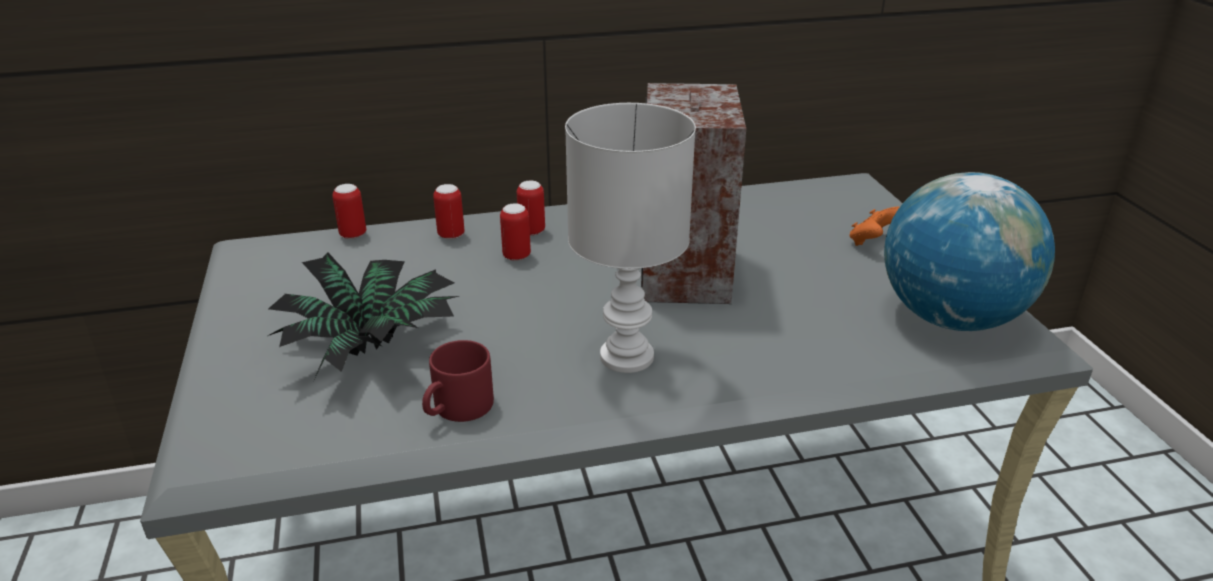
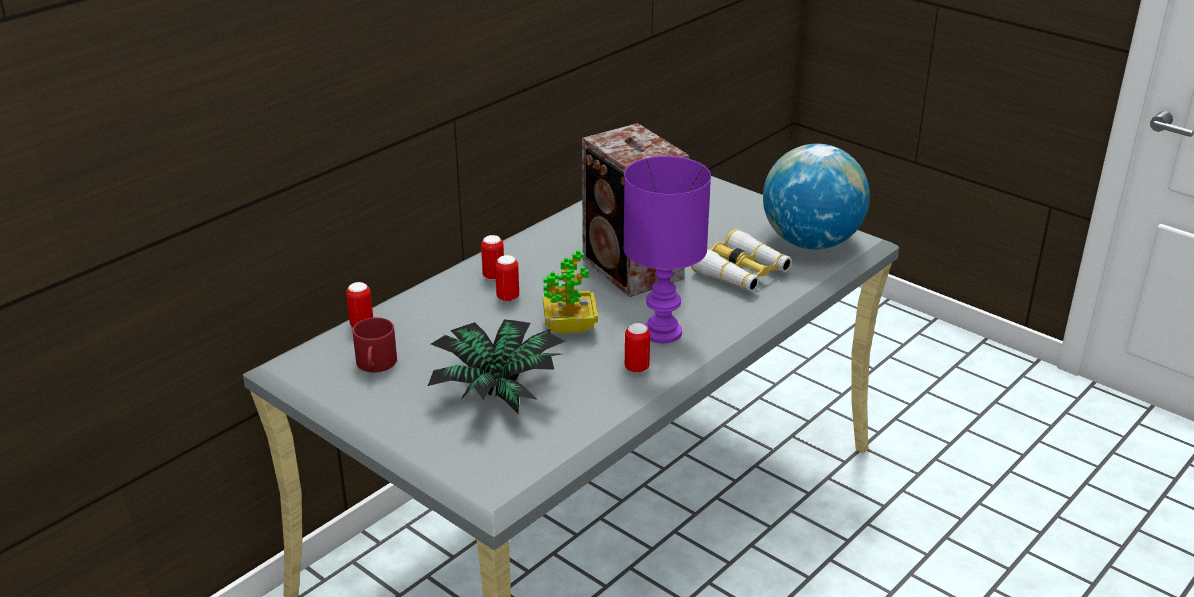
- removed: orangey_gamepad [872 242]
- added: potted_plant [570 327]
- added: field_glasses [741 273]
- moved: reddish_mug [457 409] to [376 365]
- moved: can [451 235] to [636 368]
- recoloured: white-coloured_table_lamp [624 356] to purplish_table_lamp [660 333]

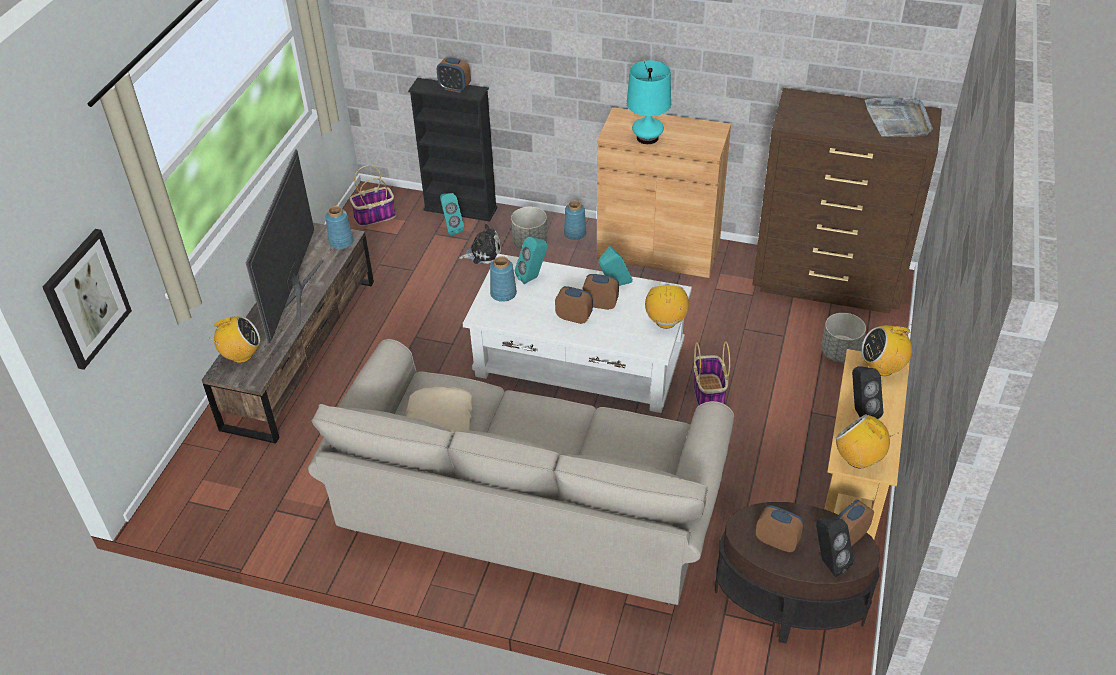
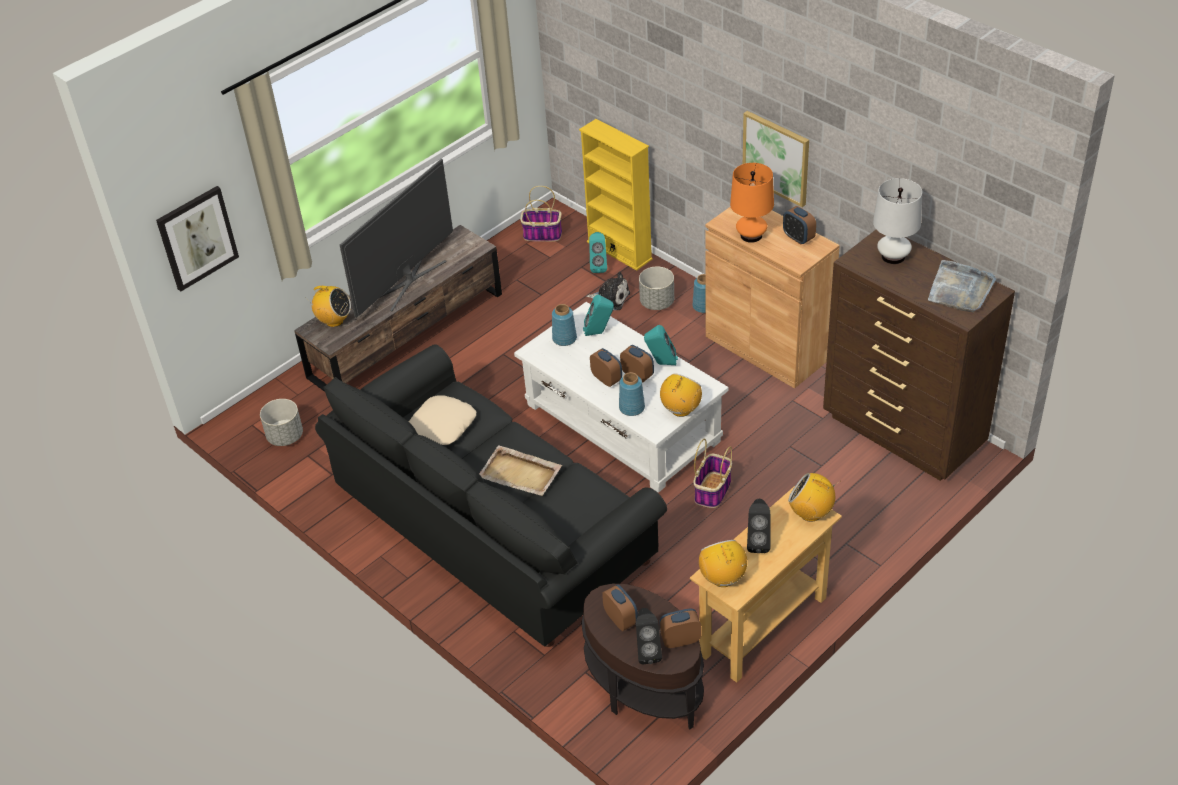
- added: sand-coloured_carrying_tray [520 473]
- added: picture [776 157]
- added: white-coloured_table_lamp [893 256]
- moved: bluish_vase [341 242] to [632 408]
- moved: table_clock [454 88] to [798 238]
- moved: grey_plant_pot [839 352] to [285 436]
- recoloured: sand-coloured_sofa [529 506] to black-coloured_sofa [495 527]
- recoloured: black-coloured_bookshelf [460 209] to yellow_bookshelf [619 250]
- recoloured: turquoise-coloured_table_lamp [647 138] to orangey_table_lamp [751 235]

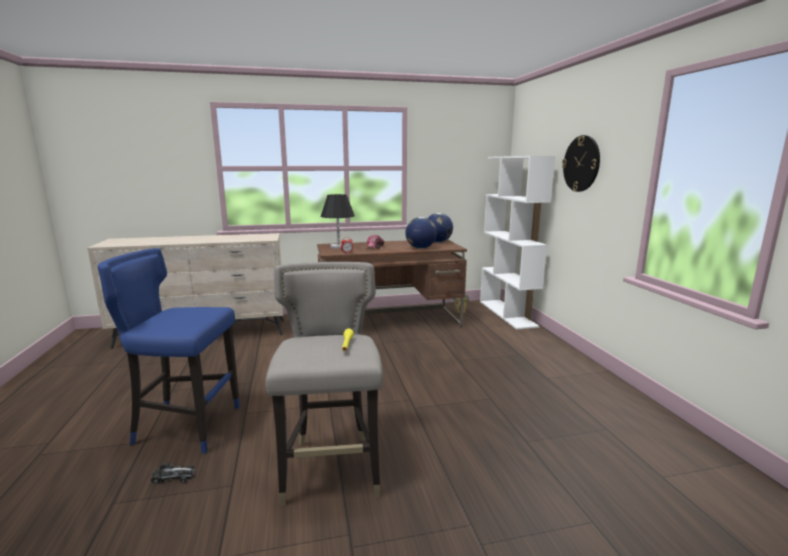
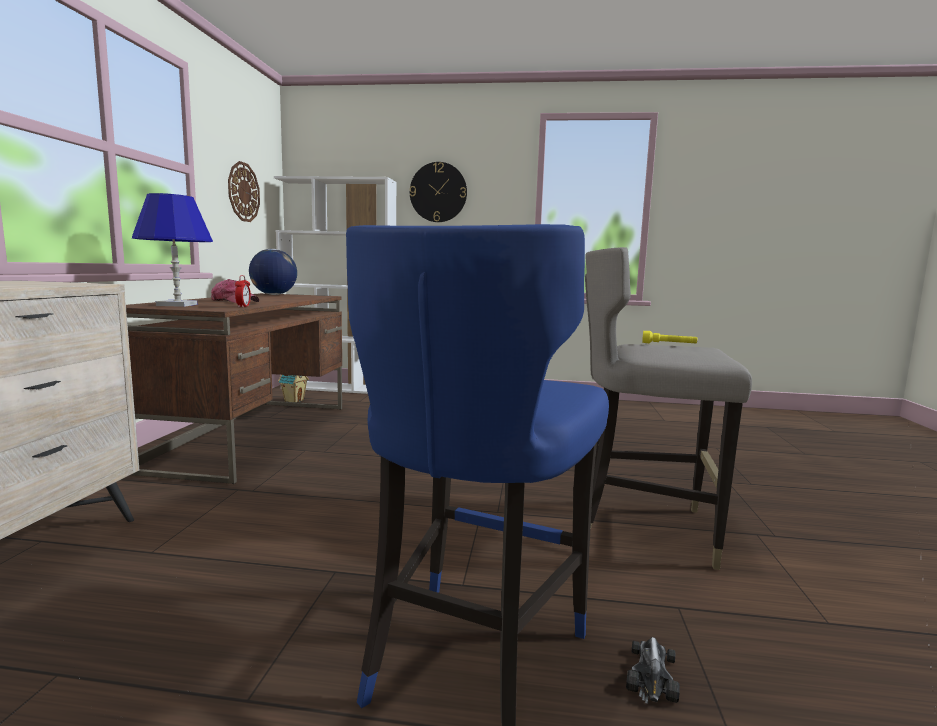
- removed: desk_globe [420 248]
- added: hanging_clock [243 192]
- recoloured: black-coloured_table_lamp [338 247] to bluish_table_lamp [177 305]

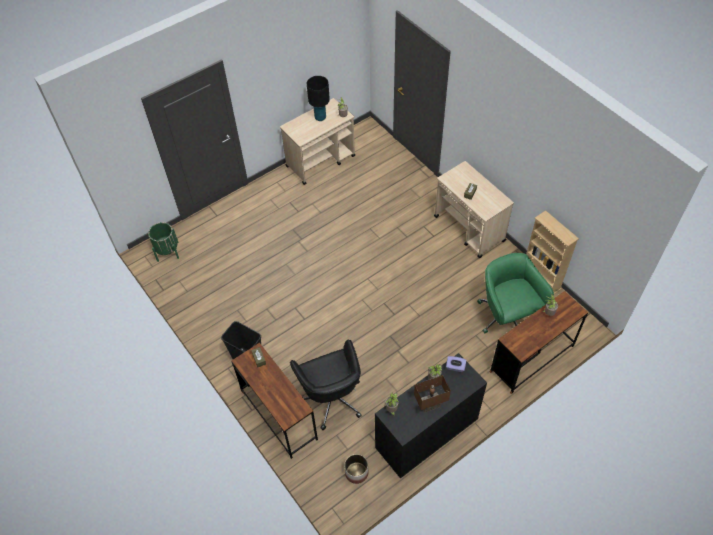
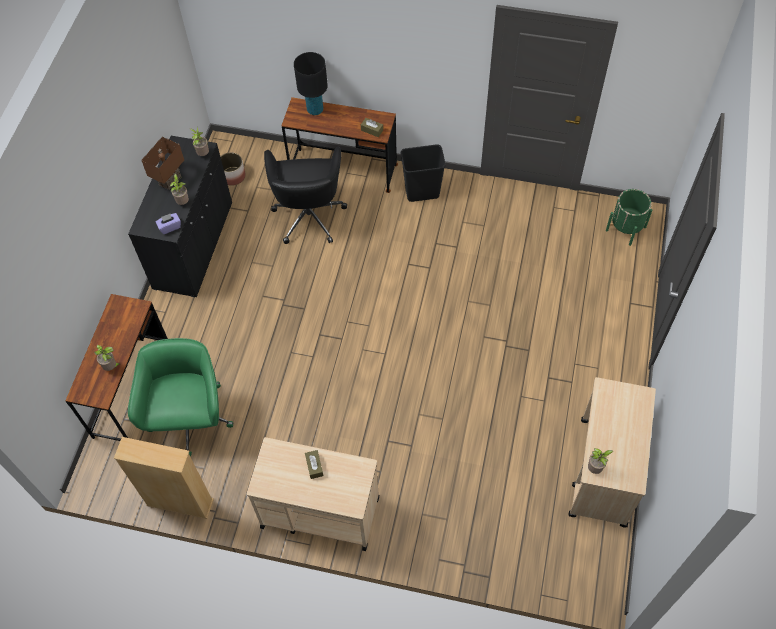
- moved: black-coloured_table_lamp [320 117] to [315 110]
- turned: black-coloured_office_chair [331 398] = [309 215] 120 degrees counterclockwise
- turned: green_office_chair [506 317] = [191 420] 120 degrees counterclockwise

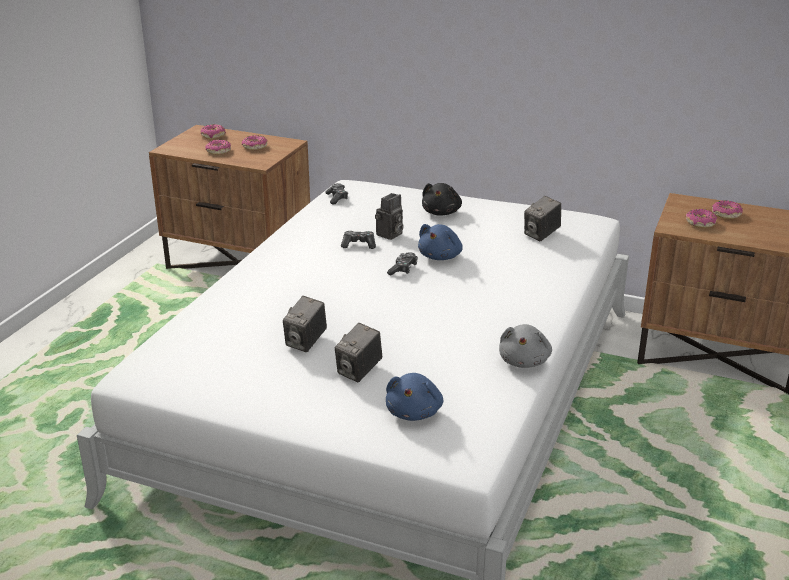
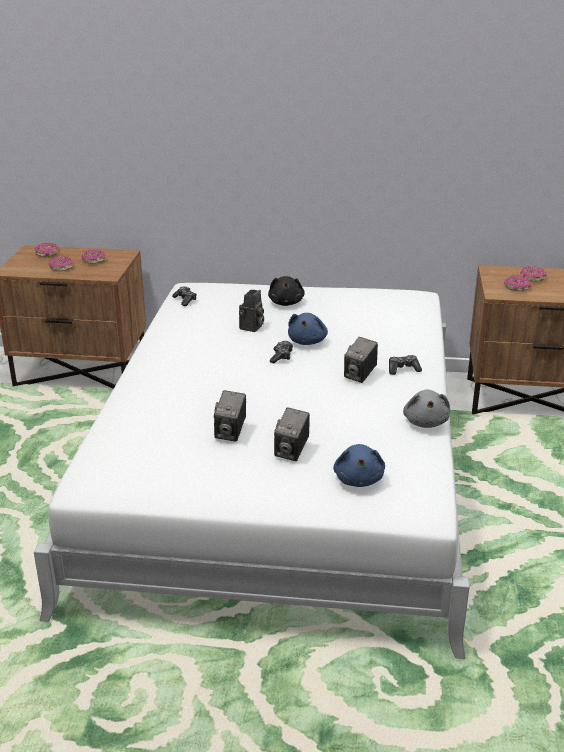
- moved: gamepad [358 244] to [403 369]
- moved: photo_camera [541 235] to [360 375]

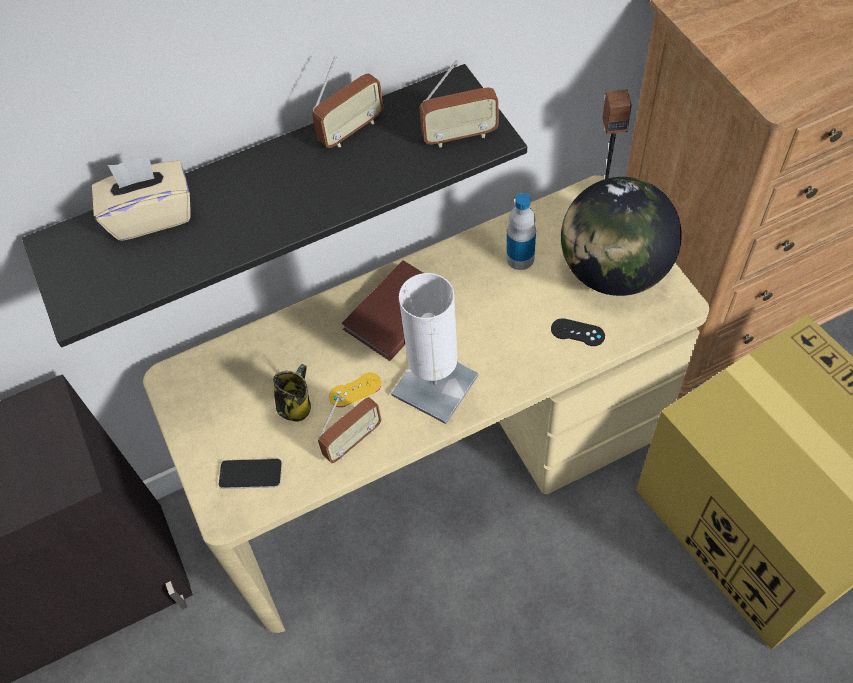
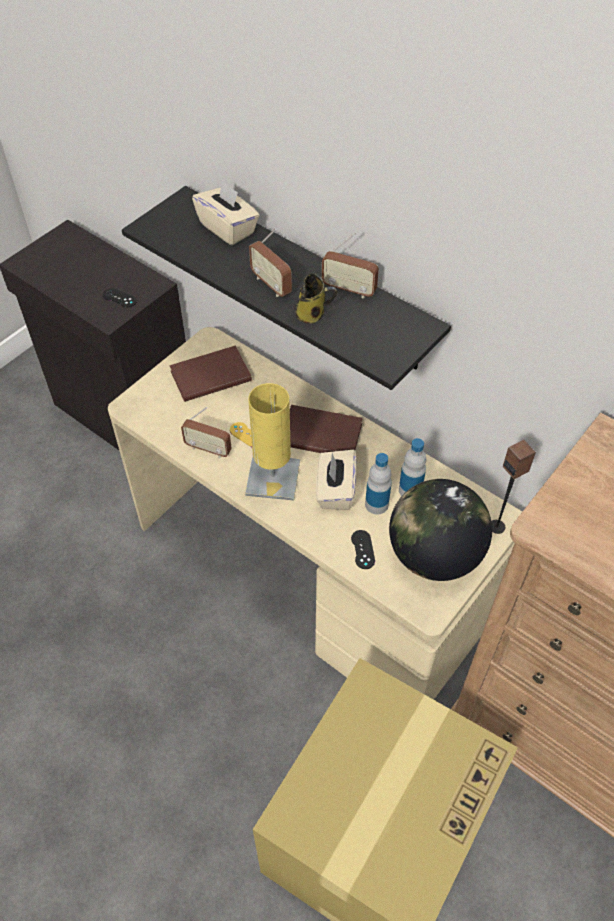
- removed: handset [250 474]
- added: black-coloured_gamepad [119 298]
- added: brown-coloured_volume [209 375]
- added: sand-coloured_tissue_holder [335 490]
- added: beverage_bottle [376 504]
- moved: mug [296 405] to [312 314]
- moved: radio [459 136] to [271 285]
- recoloured: white-coloured_table_lamp [435 385] to yellow_table_lamp [273 478]

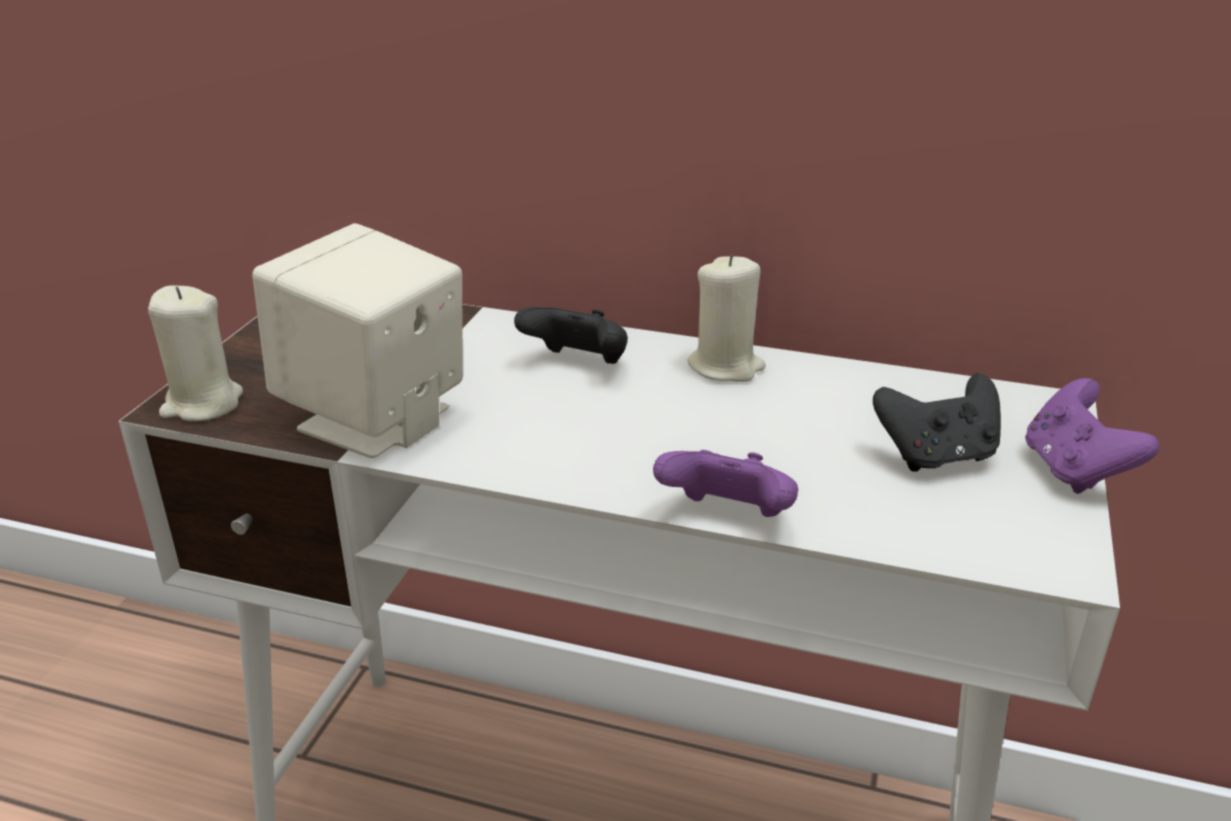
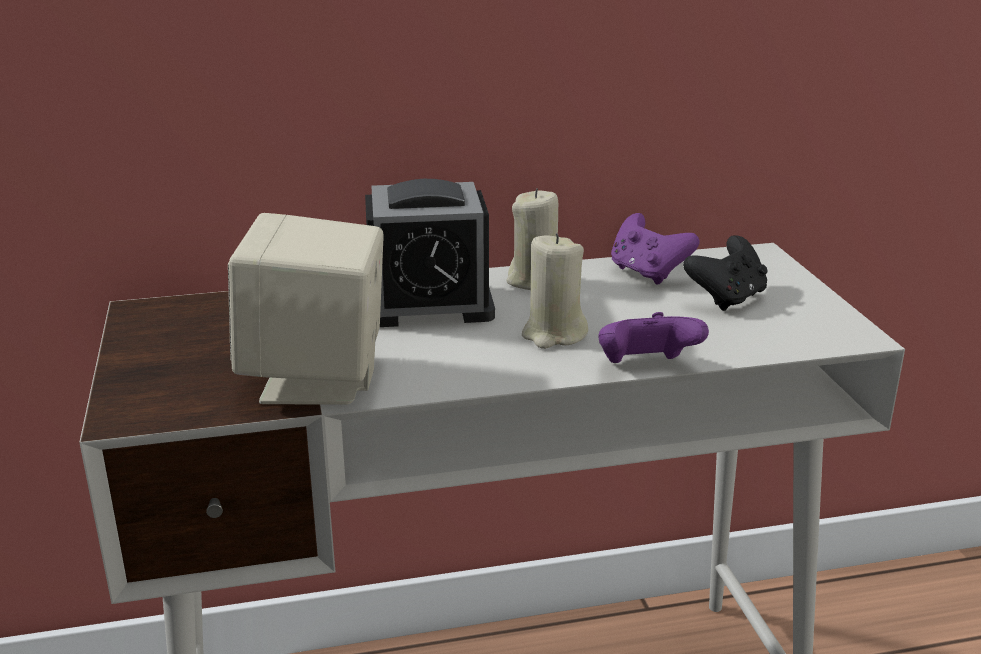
- moved: sand-coloured_wax_light [202 404] to [553 334]
- moved: purplish_gamepad [1074 470] to [647 273]
- replaced: black-coloured_gamepad [578 365] to table_clock [428 305]

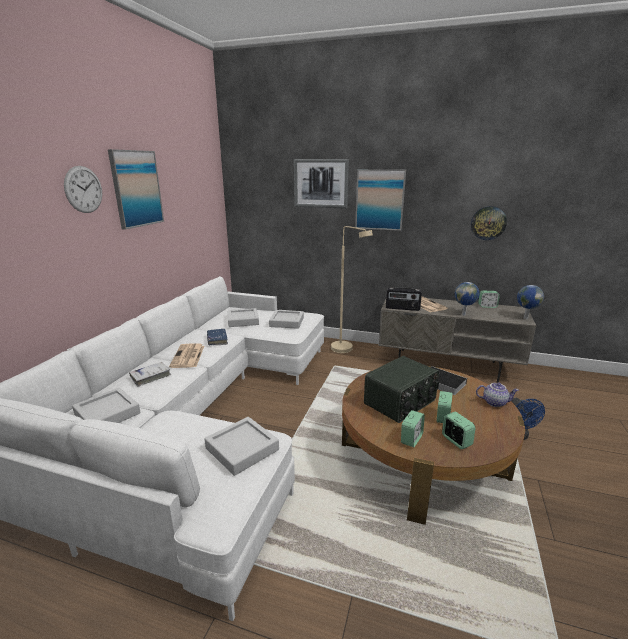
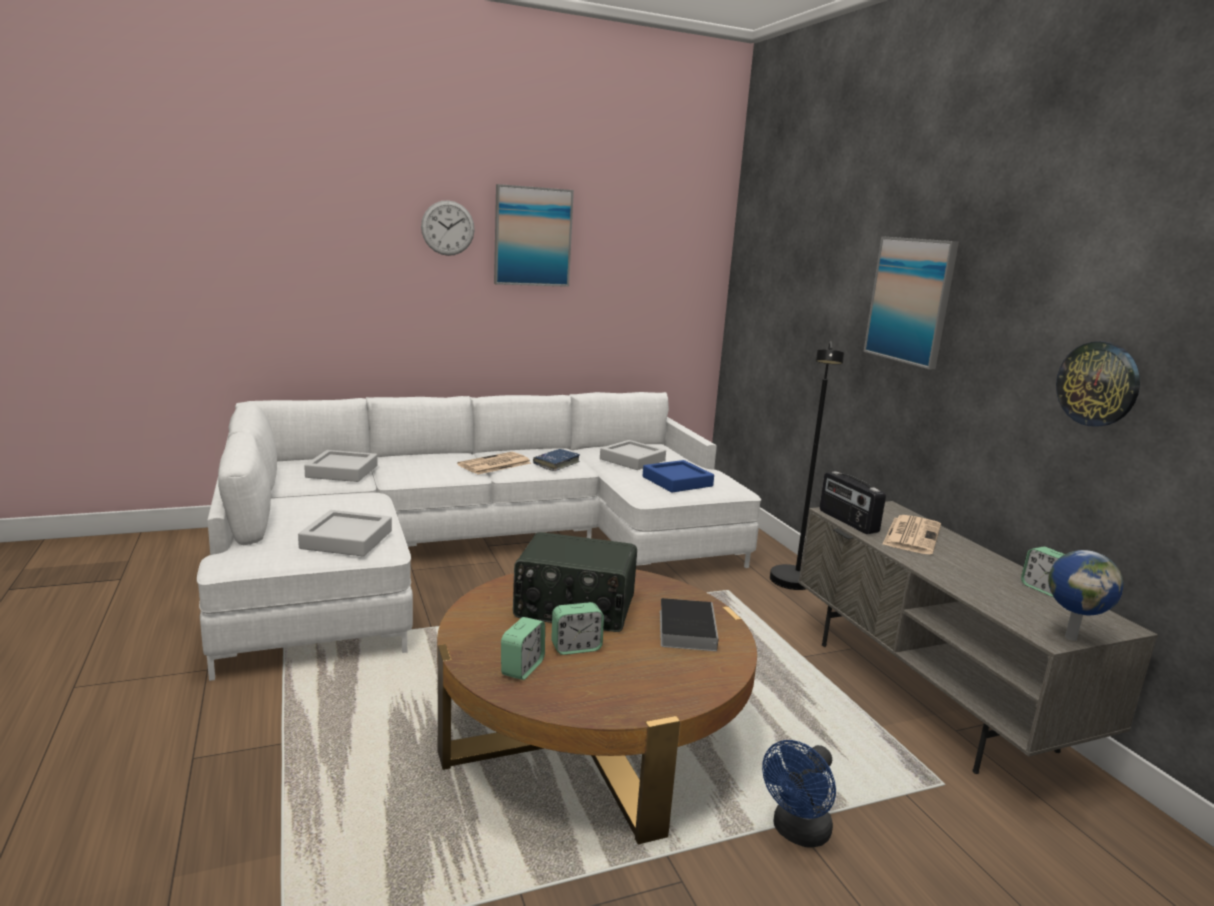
- removed: white-coloured_volume [150 377]
- removed: picture [321 183]
- removed: table_clock [411 439]
- removed: desk_globe [464 314]
- removed: pot_for_tea [494 402]
- recoloured: grey_carrying_tray [287 322] to bluish_carrying_tray [677 481]
- recoloured: sand-coloured_floor_lamp [346 350] to black-coloured_floor_lamp [792 586]

